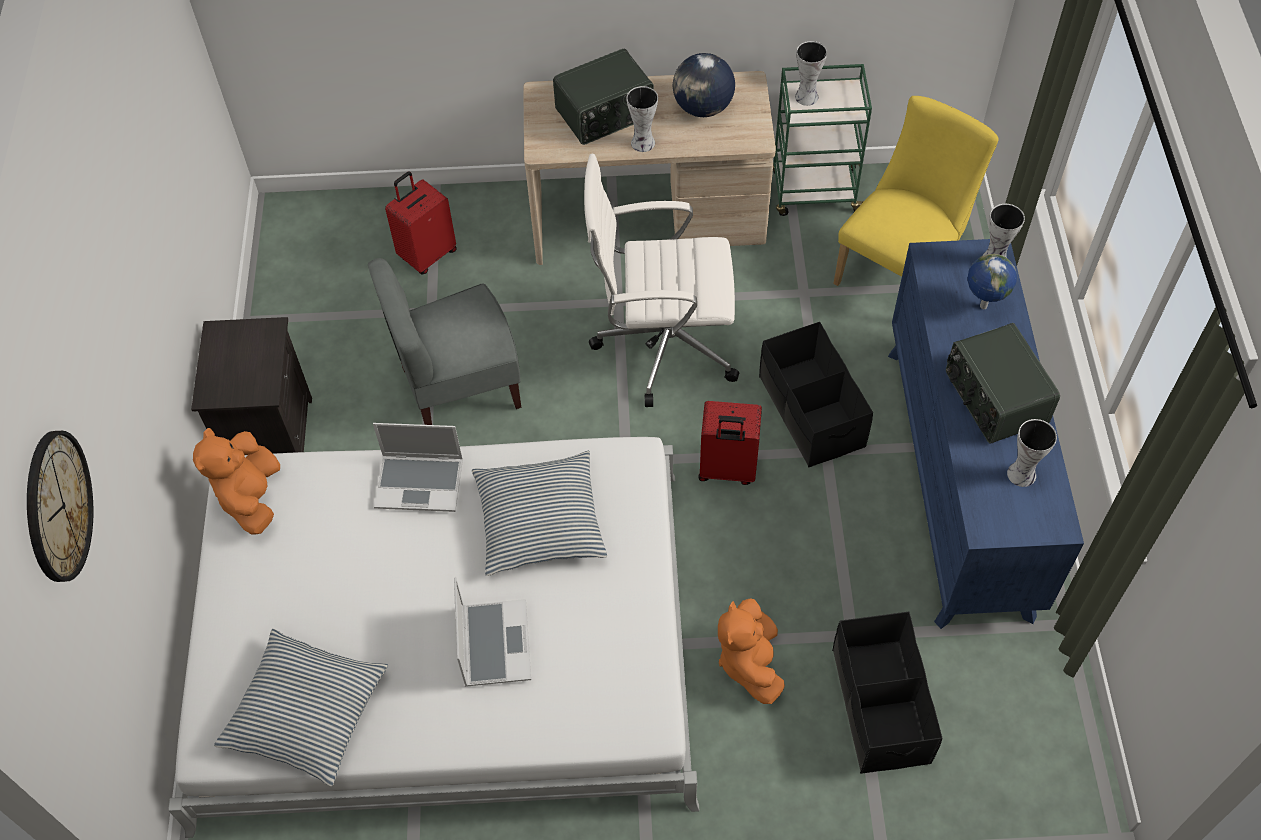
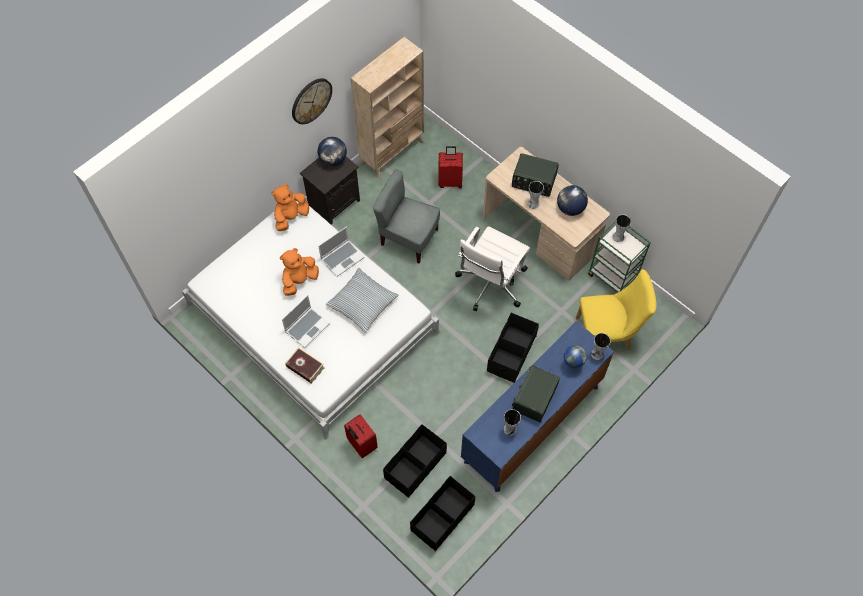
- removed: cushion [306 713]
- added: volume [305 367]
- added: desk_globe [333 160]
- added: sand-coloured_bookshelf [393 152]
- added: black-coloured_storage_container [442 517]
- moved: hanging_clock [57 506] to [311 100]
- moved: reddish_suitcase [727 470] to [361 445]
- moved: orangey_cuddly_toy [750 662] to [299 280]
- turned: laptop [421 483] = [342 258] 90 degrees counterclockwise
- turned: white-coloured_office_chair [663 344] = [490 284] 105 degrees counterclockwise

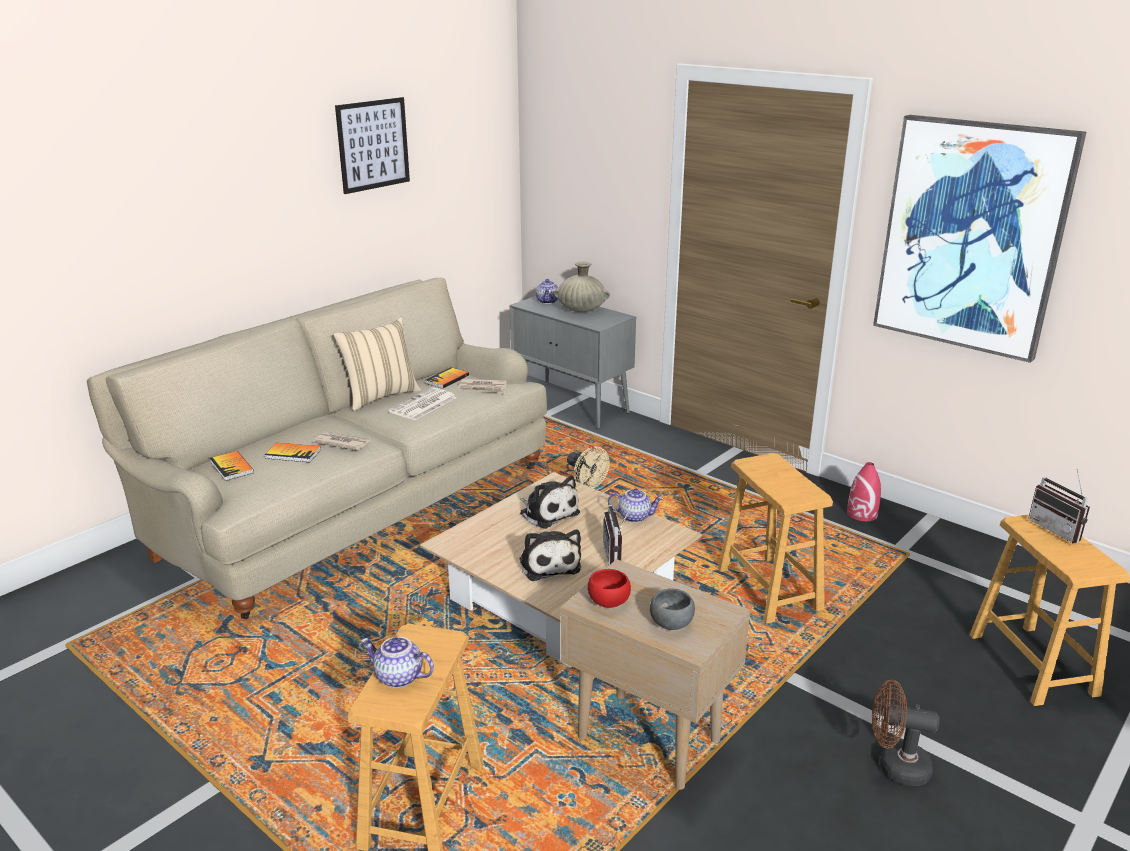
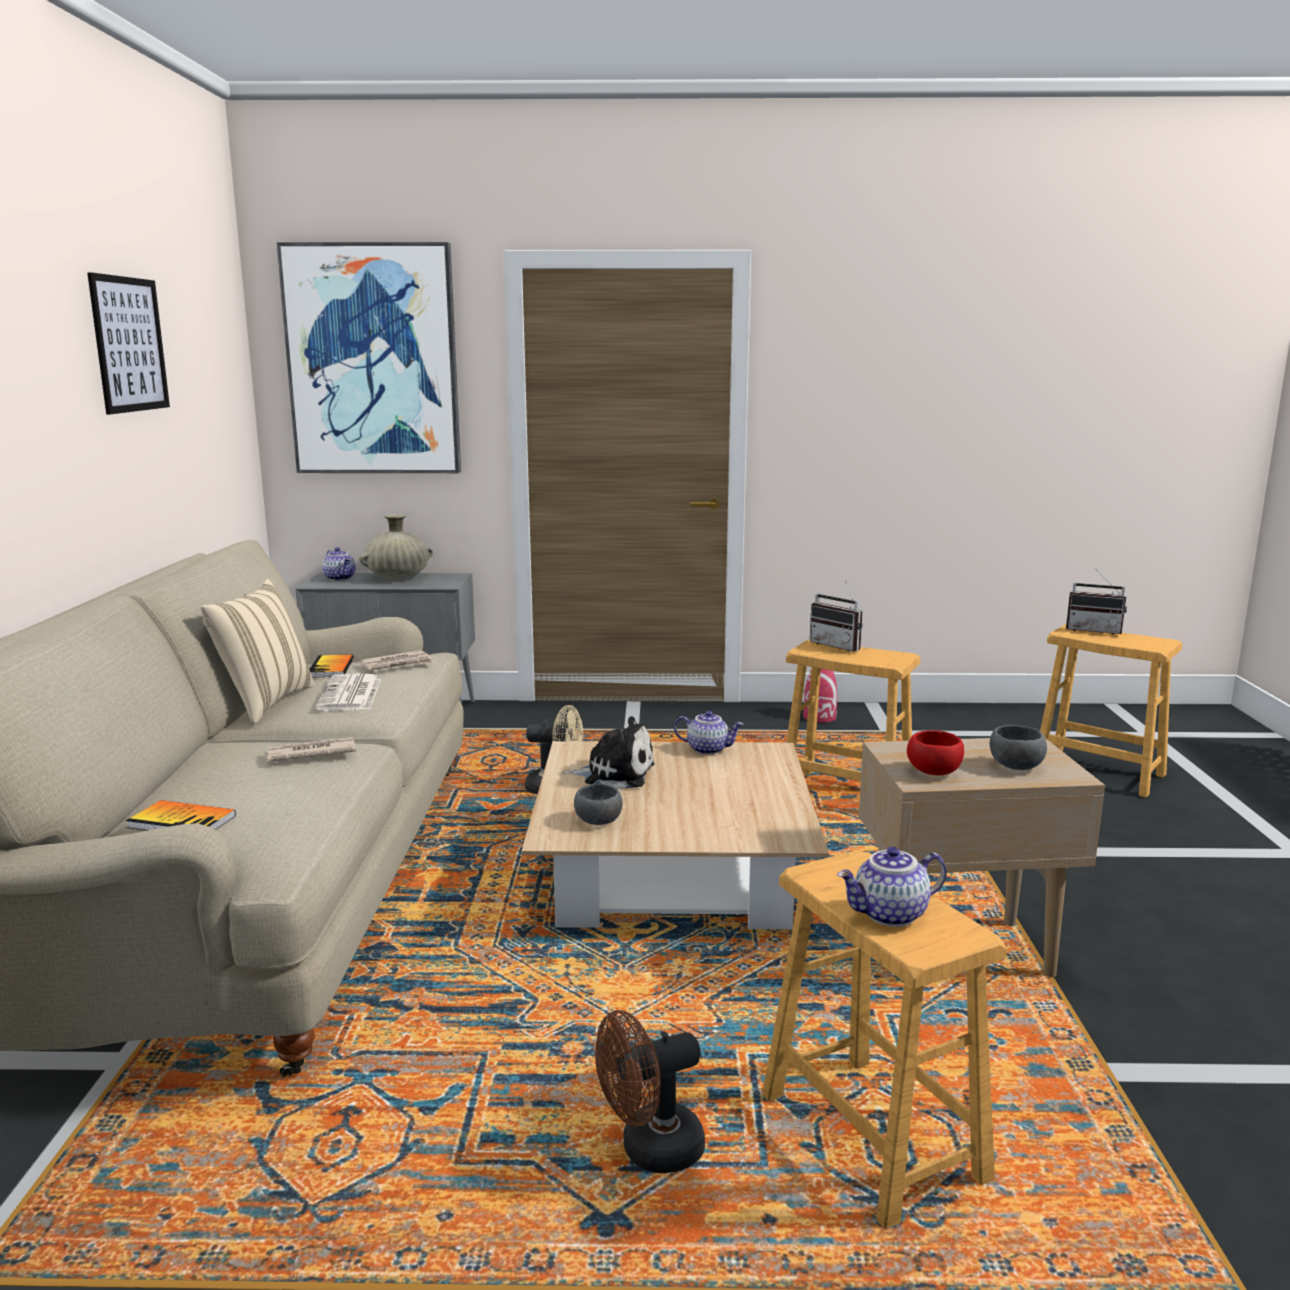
- removed: volume [293 454]
- removed: cuddly_toy [549 564]
- added: grey_deep_dish [597 821]
- moved: radio [618 555] to [839 646]
- moved: brown-coloured_cooling_fan [895 766] to [650 1150]
- moved: picture [972 236] to [373 360]
- turned: pot_for_tea [635 516] = [708 749] 45 degrees clockwise

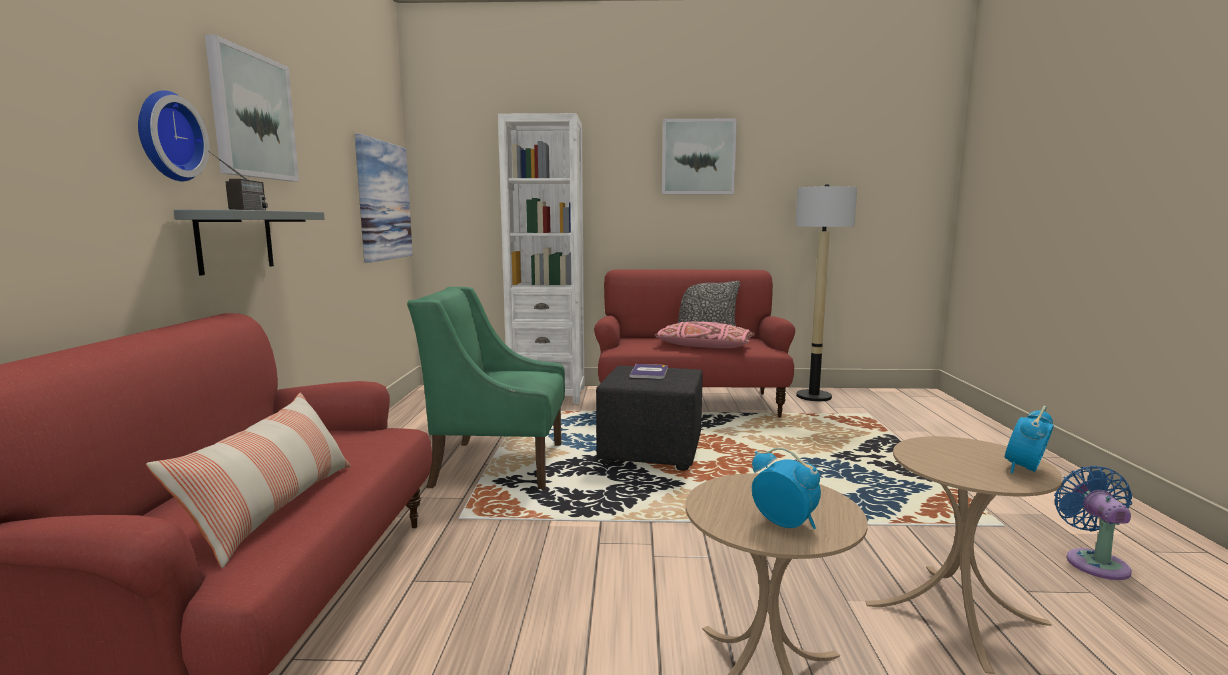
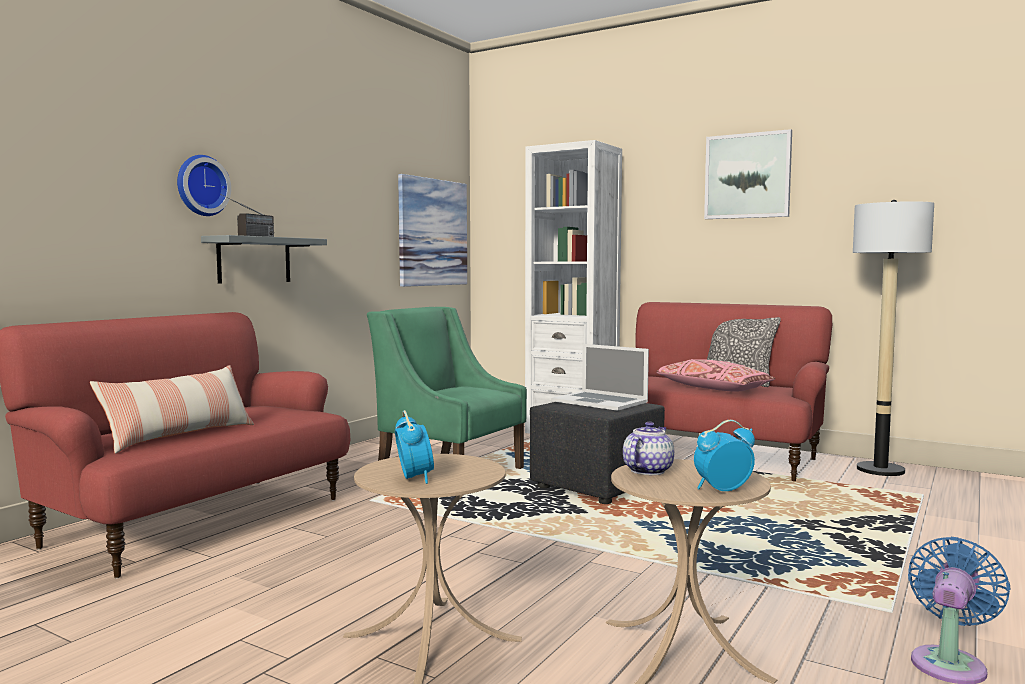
- removed: picture [252 116]
- added: pot_for_tea [646 471]
- replaced: volume [649 372] to laptop [600 401]

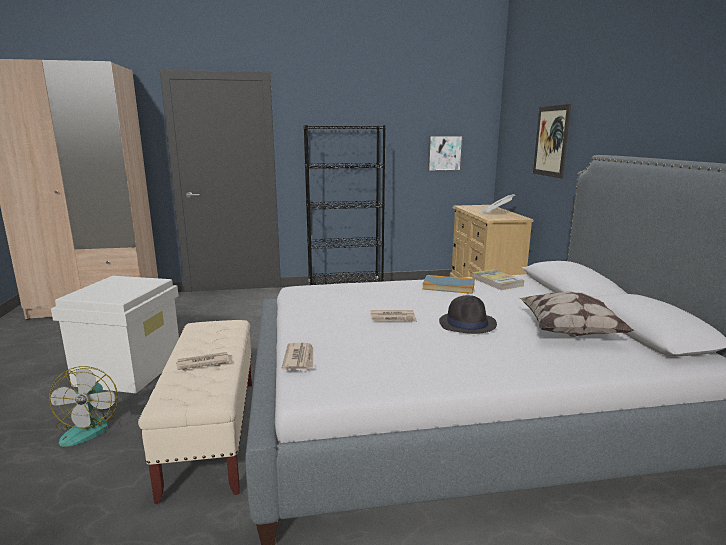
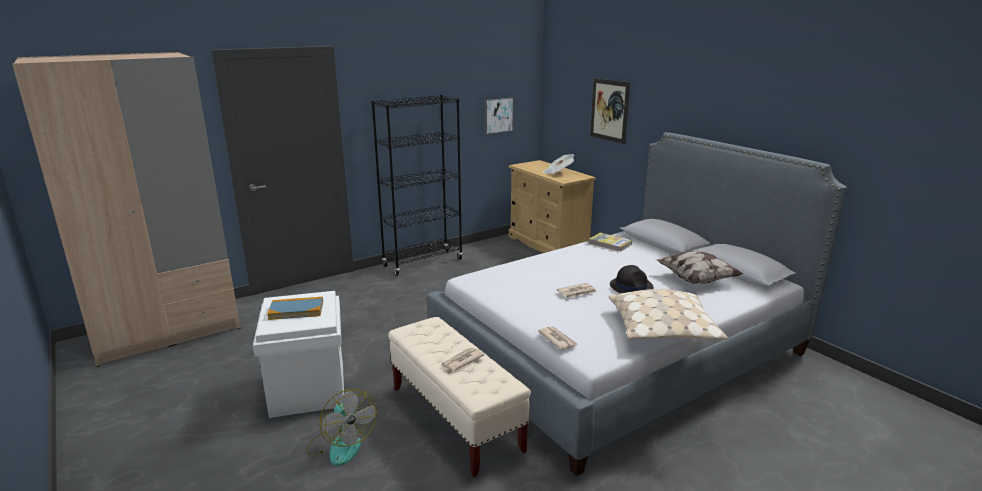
- added: sand-coloured_cushion [663 329]
- moved: volume [448 287] to [296 310]

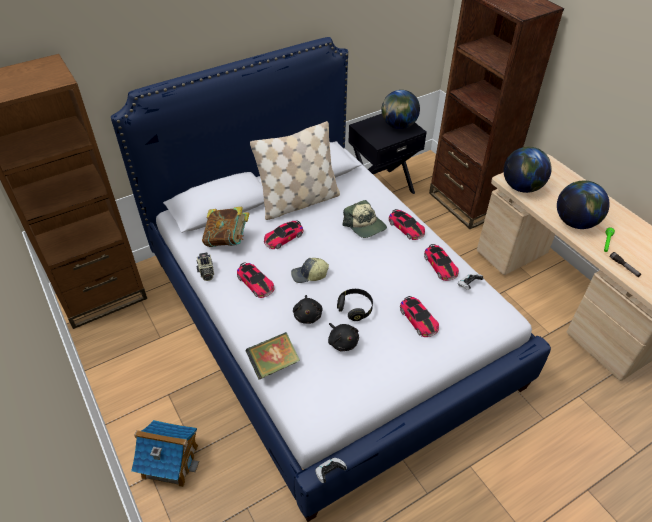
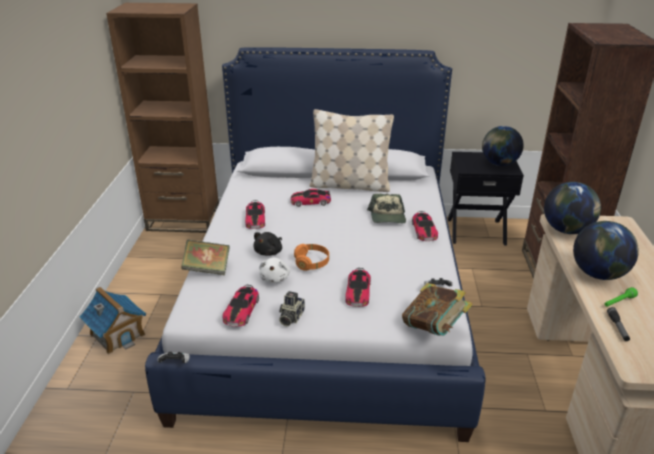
- removed: peaked_cap [309 275]
- moved: photo_camera [206 272] to [290 317]
- moved: volume [227 240] to [434 328]
- moved: toy_car [440 265] to [241 310]
- recoloured: black-coloured_cuddly_toy [342 342] to white-coloured_cuddly_toy [275 278]
- recoloured: black-coloured_headset [355 308] to orangey_headset [312 263]

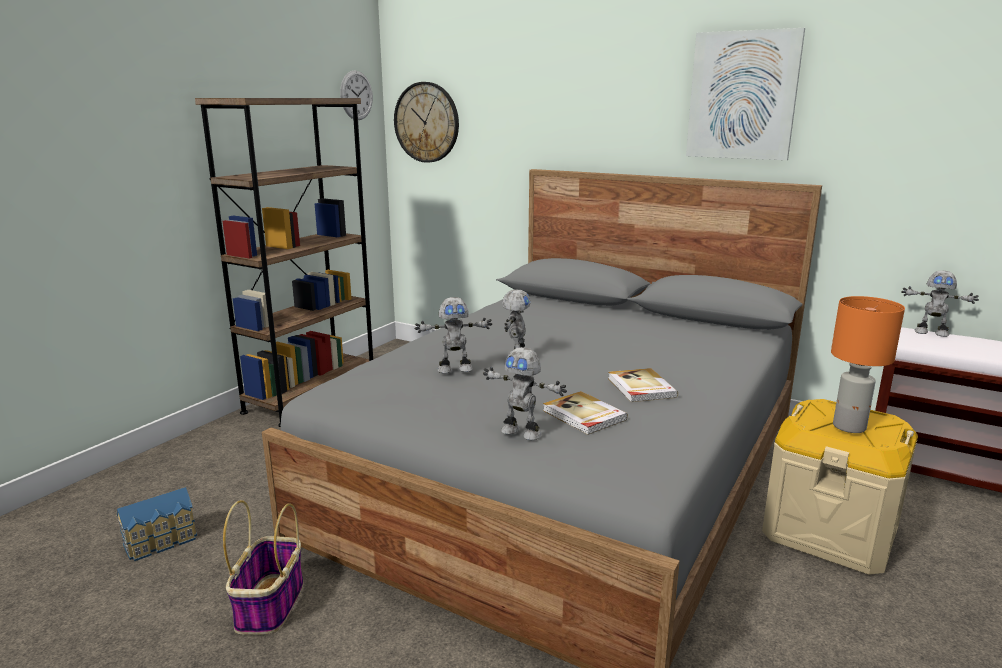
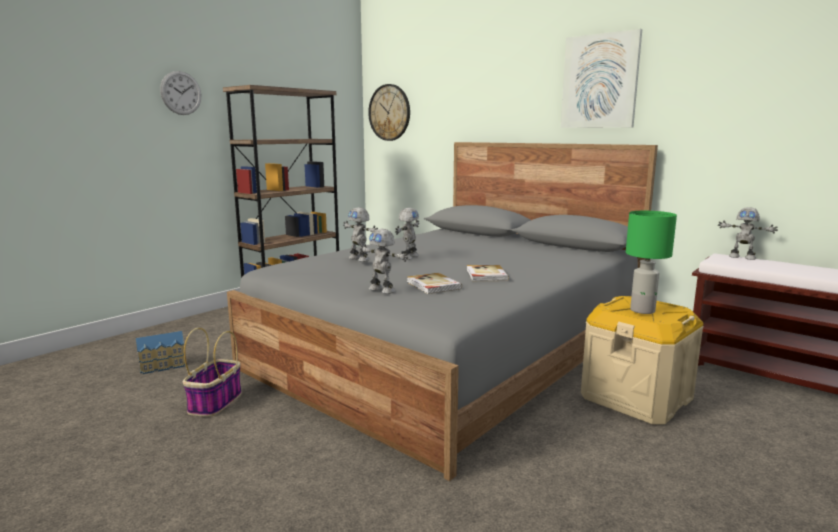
- moved: hanging_clock [356 95] to [181 93]
- recoloured: orangey_table_lamp [850 427] to green_table_lamp [643 310]
- turned: toy_robot [454 369] = [360 259] 45 degrees clockwise

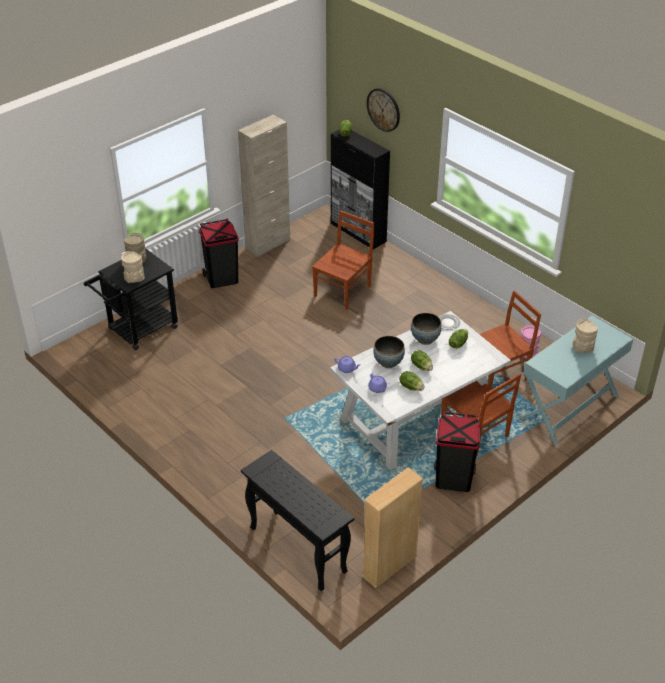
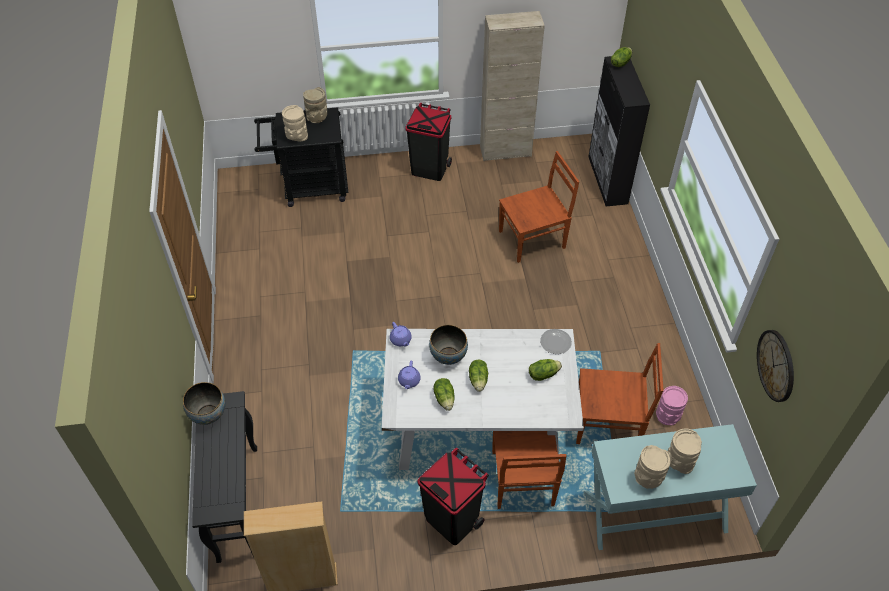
- added: sand-coloured_vase [648 478]
- moved: hanging_clock [383 109] to [776 365]
- moved: deep_dish [425 339] to [208 415]

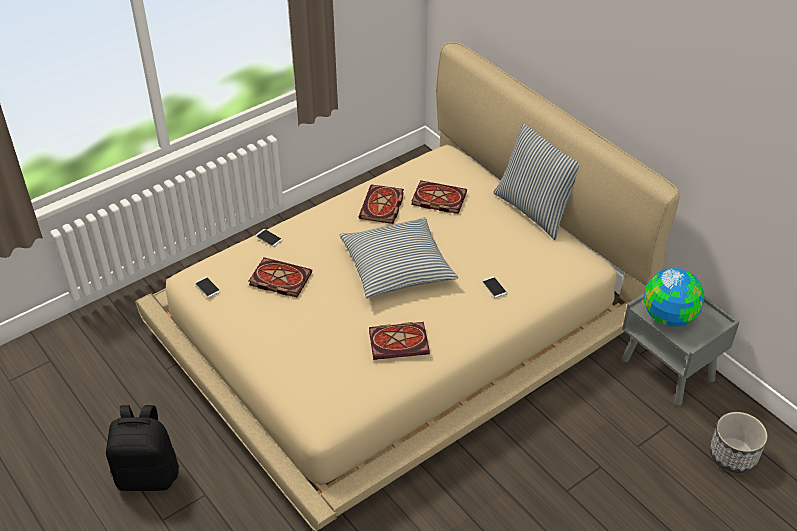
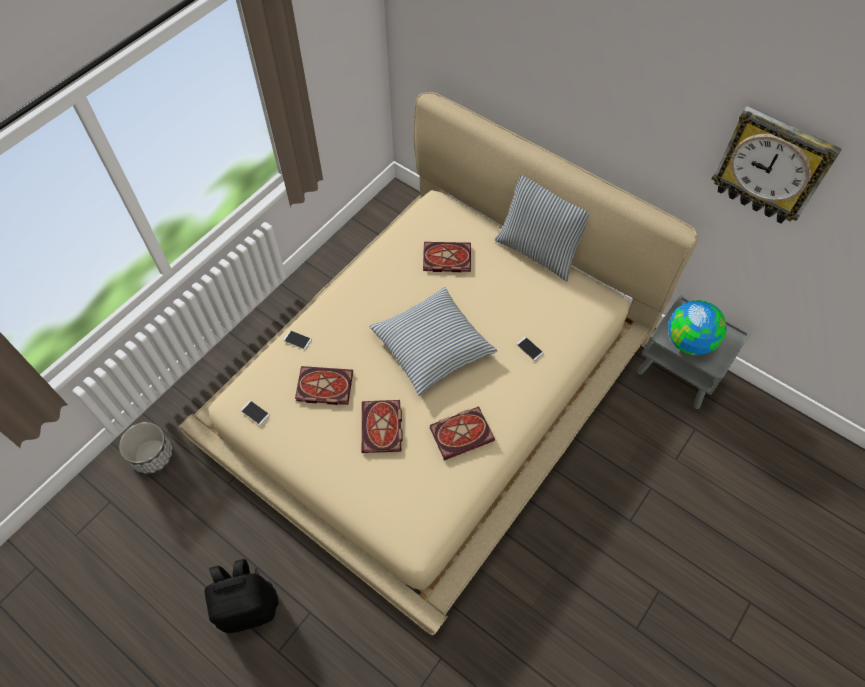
- added: hanging_clock [771 167]
- moved: volume [382 207] to [383 428]
- moved: plant_pot [733 455] to [153 456]

